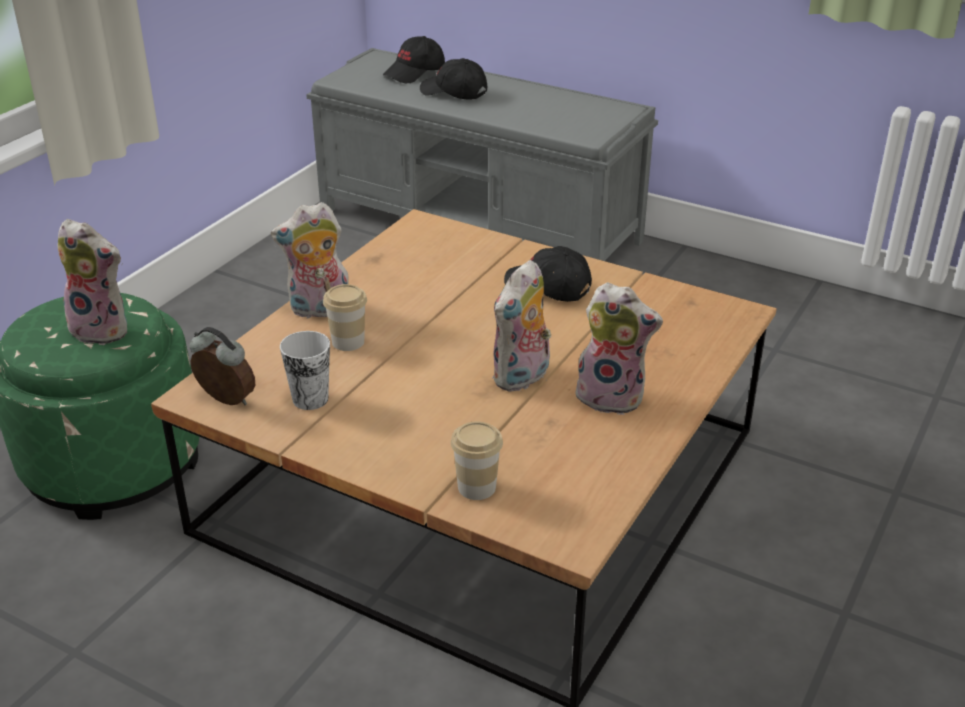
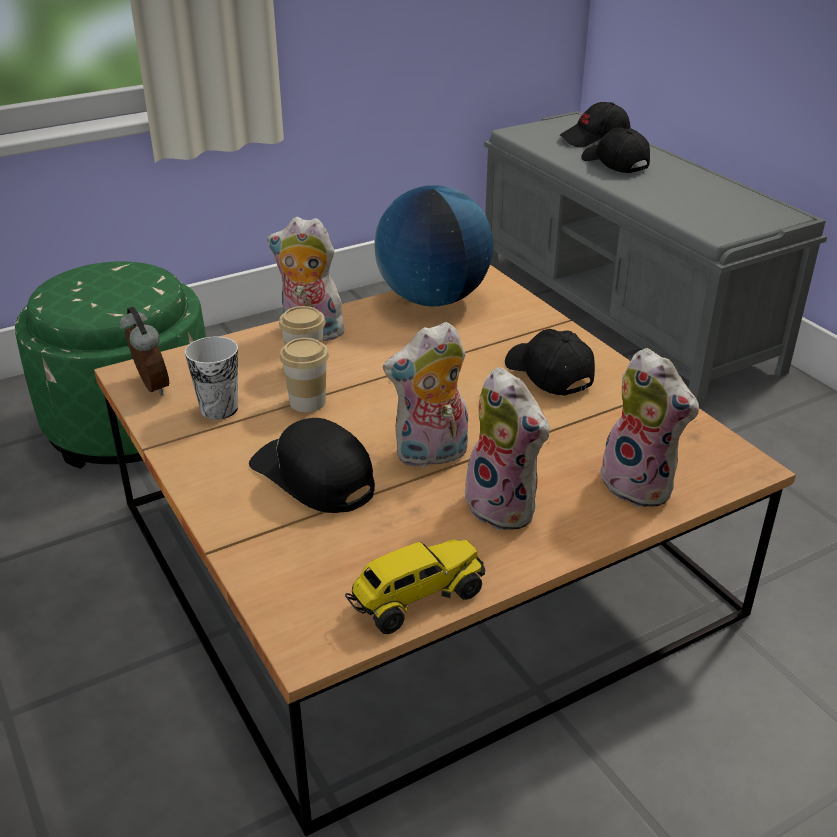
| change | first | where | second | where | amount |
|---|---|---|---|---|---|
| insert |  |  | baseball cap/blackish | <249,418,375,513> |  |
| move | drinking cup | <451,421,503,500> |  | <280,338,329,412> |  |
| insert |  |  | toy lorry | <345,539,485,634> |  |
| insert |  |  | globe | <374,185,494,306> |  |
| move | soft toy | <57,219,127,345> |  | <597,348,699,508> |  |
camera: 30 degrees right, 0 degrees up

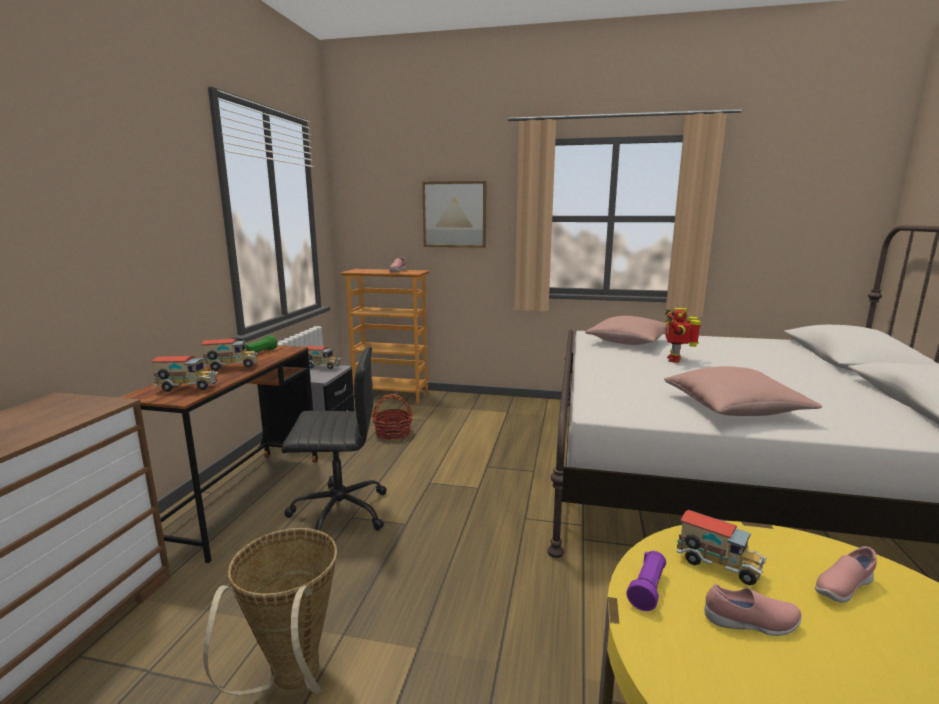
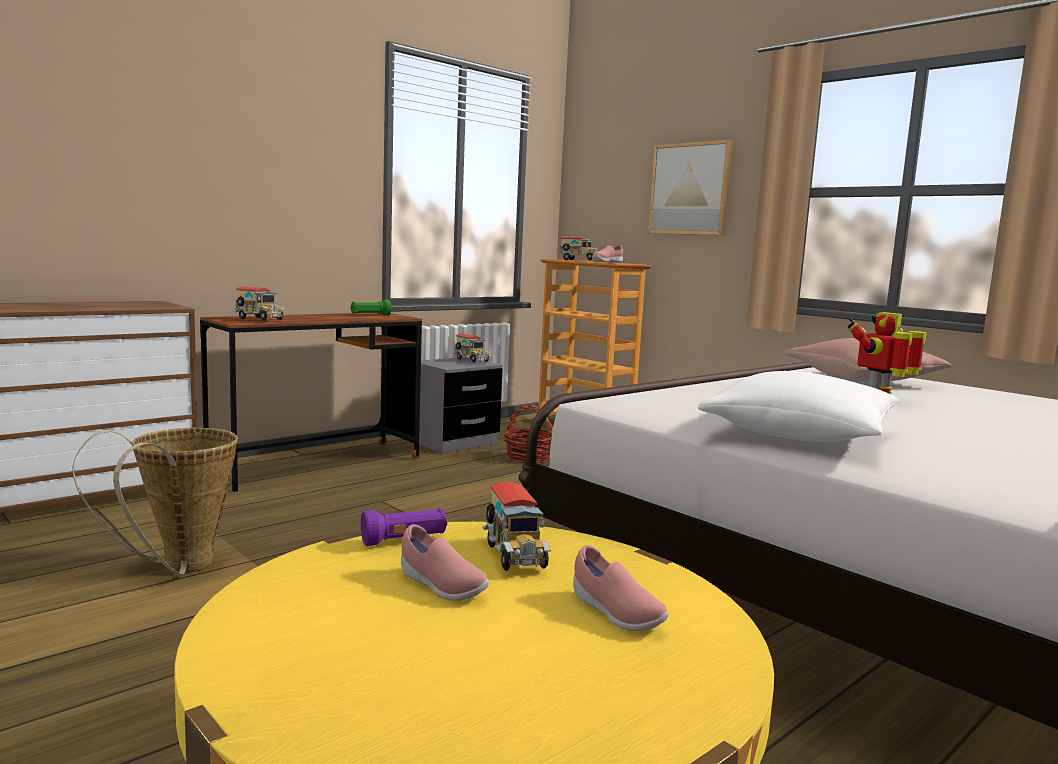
| change | first | where | second | where | amount |
|---|---|---|---|---|---|
| move | toy lorry | <201,339,258,371> |  | <559,236,598,260> |  |
| rotate | shoe/pink-coloured | <815,546,876,603> |  | <573,545,668,631> | 135 degrees counterclockwise |
| recolor | cushion/pink-coloured | <664,366,822,416> | cushion/white | <698,371,900,442> |  |
| delete | desk chair/blackish | <282,347,386,531> |  |  |  |
camera: 35 degrees right, 5 degrees down

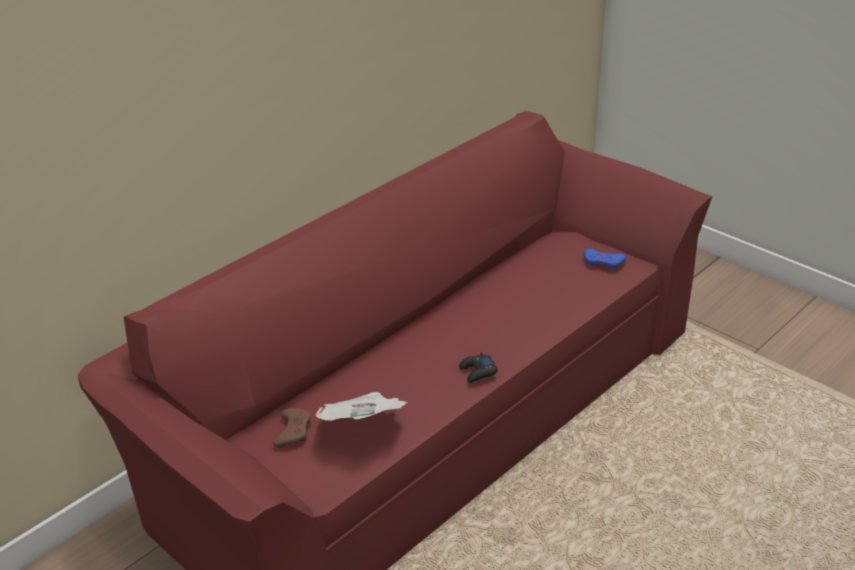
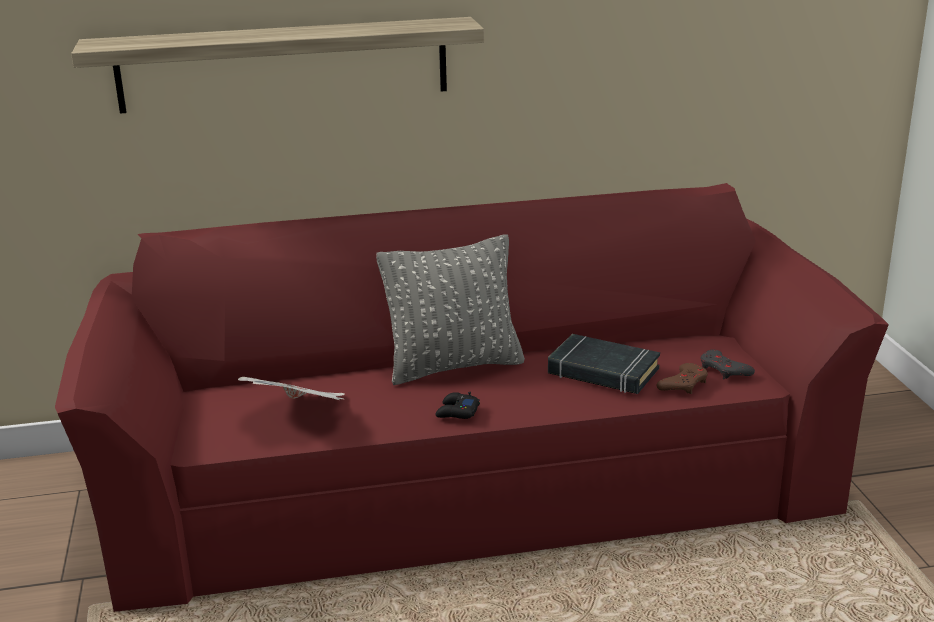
| change | first | where | second | where | amount |
|---|---|---|---|---|---|
| insert |  |  | wall shelf | <71,17,484,113> |  |
| insert |  |  | cushion/grey | <376,234,525,385> |  |
| insert |  |  | book/blackish | <548,334,660,394> |  |
| move | joypad/brown | <273,408,311,448> |  | <656,363,708,394> |  |
| recolor | joypad/bluish | <584,248,626,271> | joypad/grey | <701,349,755,379> |  |
camera: 35 degrees right, 10 degrees down

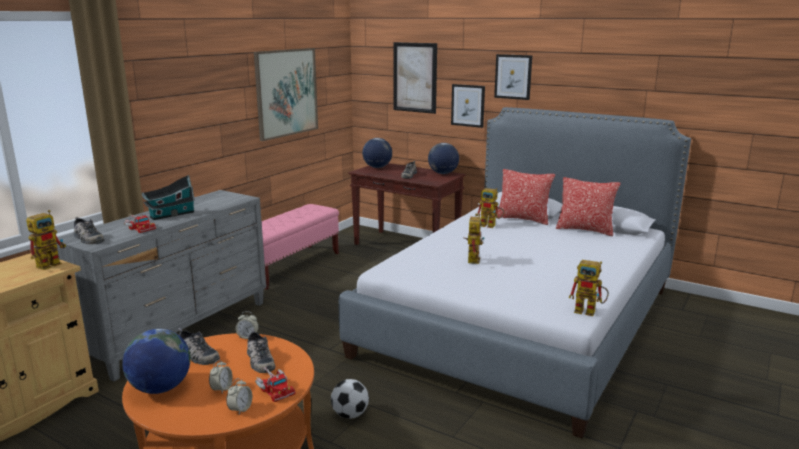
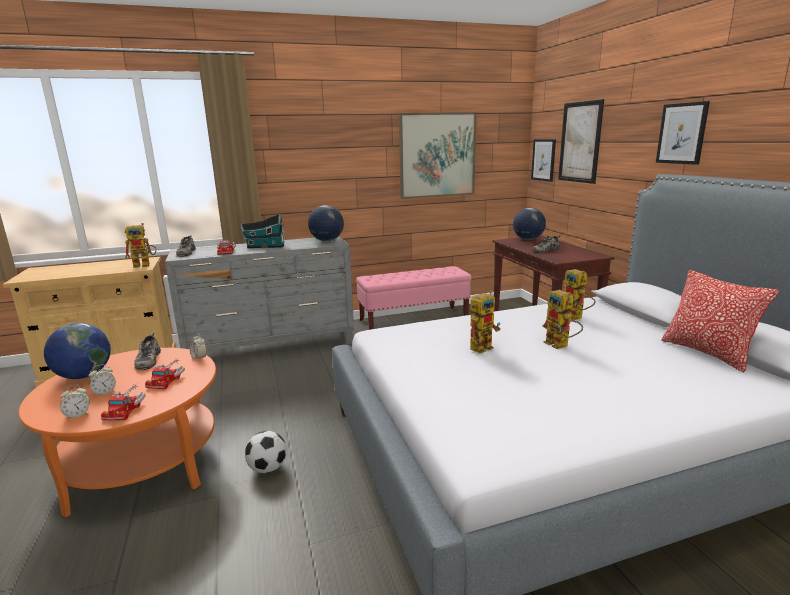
| change | first | where | second | where | amount |
|---|---|---|---|---|---|
| replace | shoe | <247,329,275,373> | toy lorry | <145,358,185,389> |  |
| move | globe | <428,143,459,174> |  | <308,205,344,241> |  |
| move | picture | <451,84,485,128> |  | <531,139,556,182> |  |
| move | toy robot | <569,260,609,316> |  | <542,290,583,349> |  |
| delete | cushion | <497,169,555,225> |  |  |  |
camera: 40 degrees right, 0 degrees up

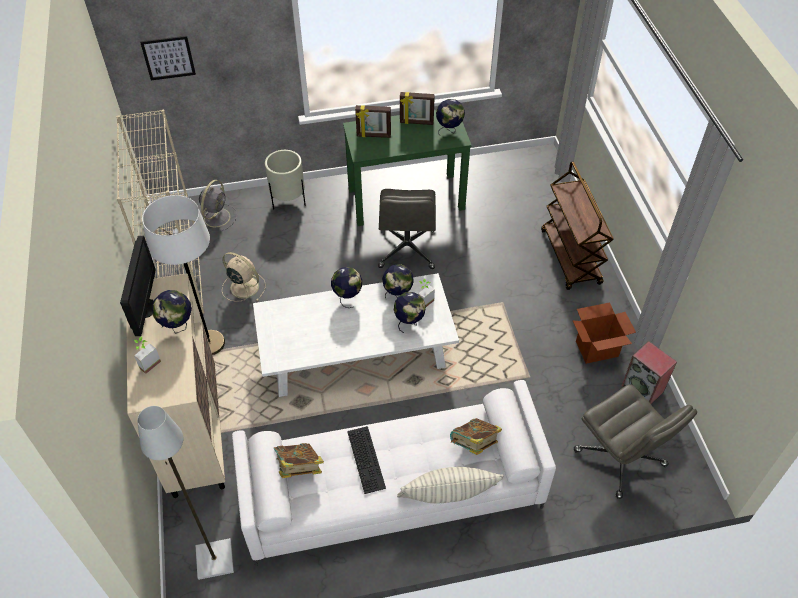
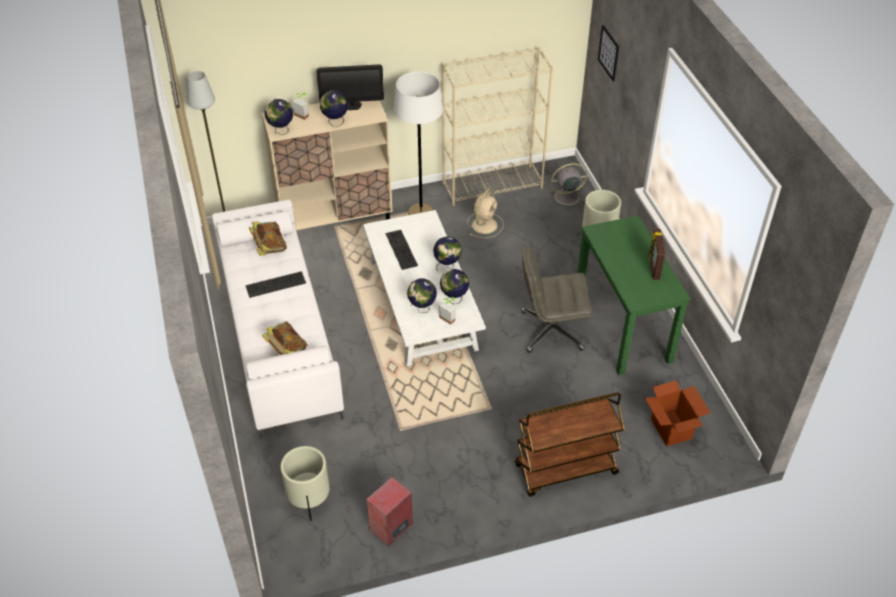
| change | first | where | second | where | amount |
|---|---|---|---|---|---|
| move | globe | <436,99,465,135> |  | <264,99,293,135> |  |
| replace | desk chair/grey | <574,384,697,499> | plant pot/sand-coloured | <281,446,330,521> |  |
| insert |  |  | computer keyboard | <385,230,418,270> |  |
| rotate | electric fan/grey | <199,180,237,232> |  | <548,163,587,210> | 150 degrees clockwise |
| move | carton | <573,302,636,364> |  | <645,380,711,446> |  |
| delete | standing frame | <355,105,391,138> |  |  |  |
| delete | cushion | <397,467,503,503> |  |  |  |
camera: 85 degrees right, 5 degrees down

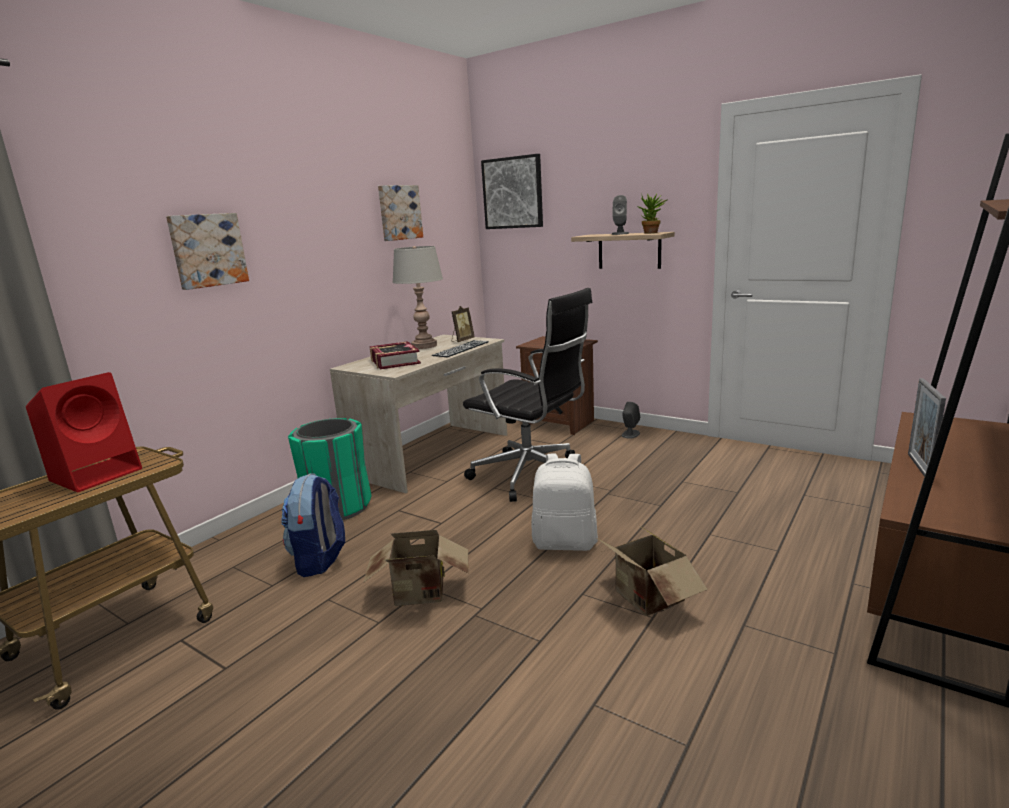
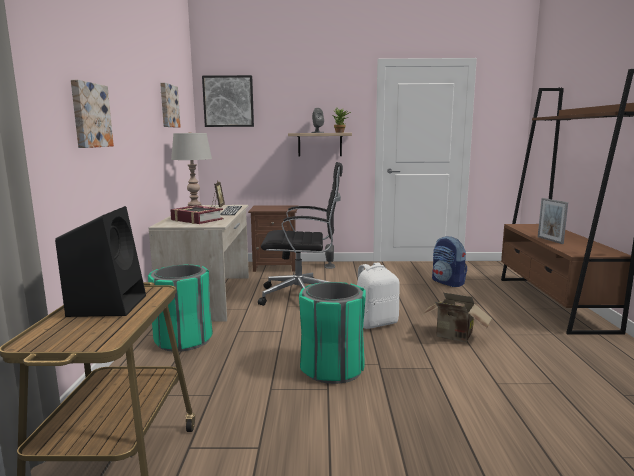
| change | first | where | second | where | amount |
|---|---|---|---|---|---|
| recolor | loudspeaker/red | <26,372,142,492> | loudspeaker/blackish | <55,206,146,317> |  |
| replace | carton | <363,530,468,606> | trash can/greenish | <299,282,366,384> |  |
| move | knapsack | <282,473,345,577> |  | <432,236,467,287> |  |
camera: 35 degrees left, 5 degrees down

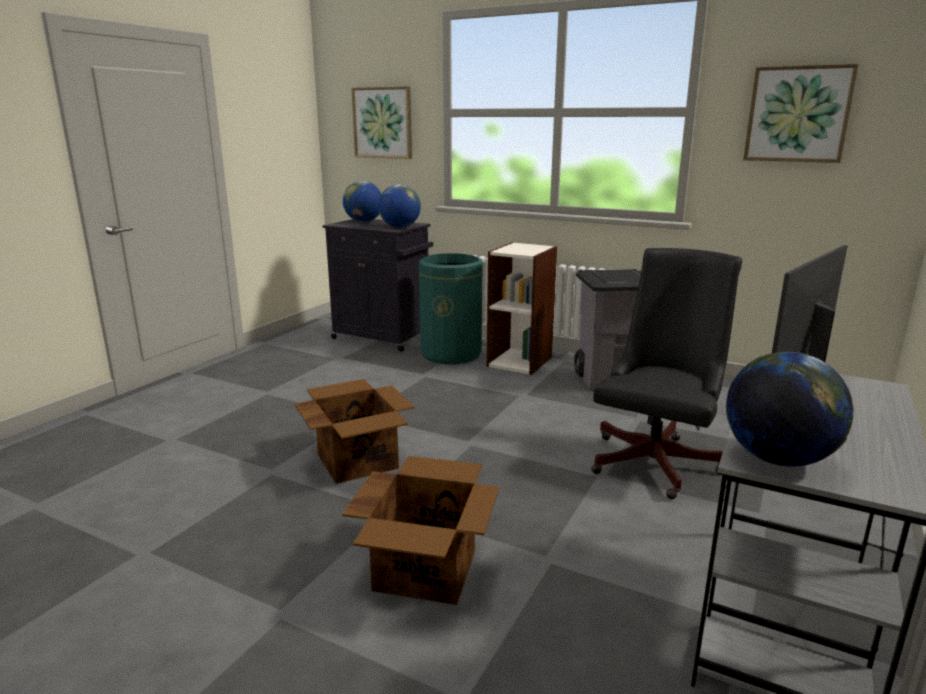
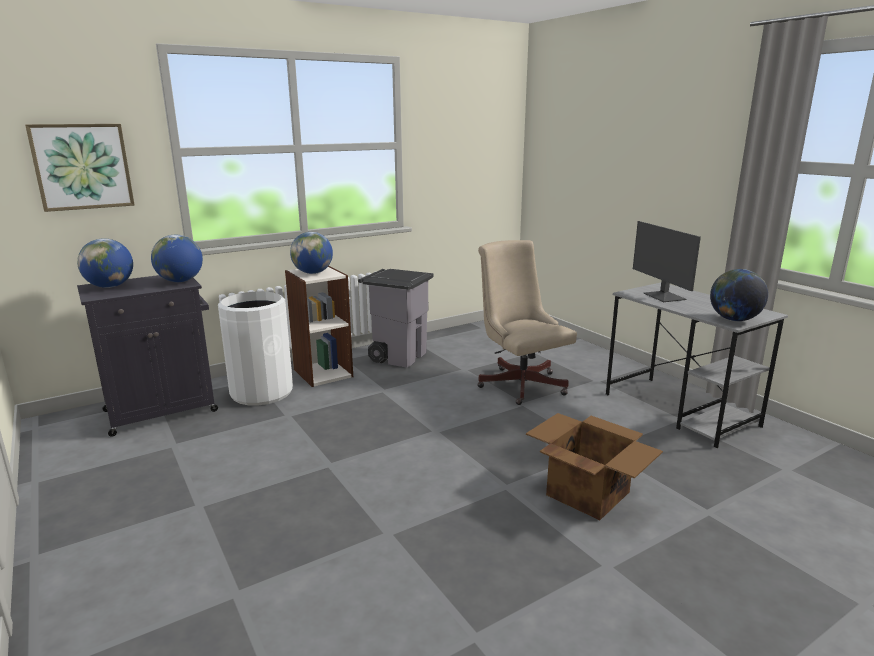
| change | first | where | second | where | amount |
|---|---|---|---|---|---|
| recolor | trash can/greenish | <419,253,483,364> | trash can/white | <218,292,293,405> |  |
| insert |  |  | globe | <290,232,333,274> |  |
| recolor | desk chair/blackish | <591,248,742,499> | desk chair/sand-coloured | <477,240,577,405> |  |
| delete | carton | <294,379,415,484> |  |  |  |
| delete | picture | <743,64,859,163> |  |  |  |
camera: 60 degrees left, 0 degrees up

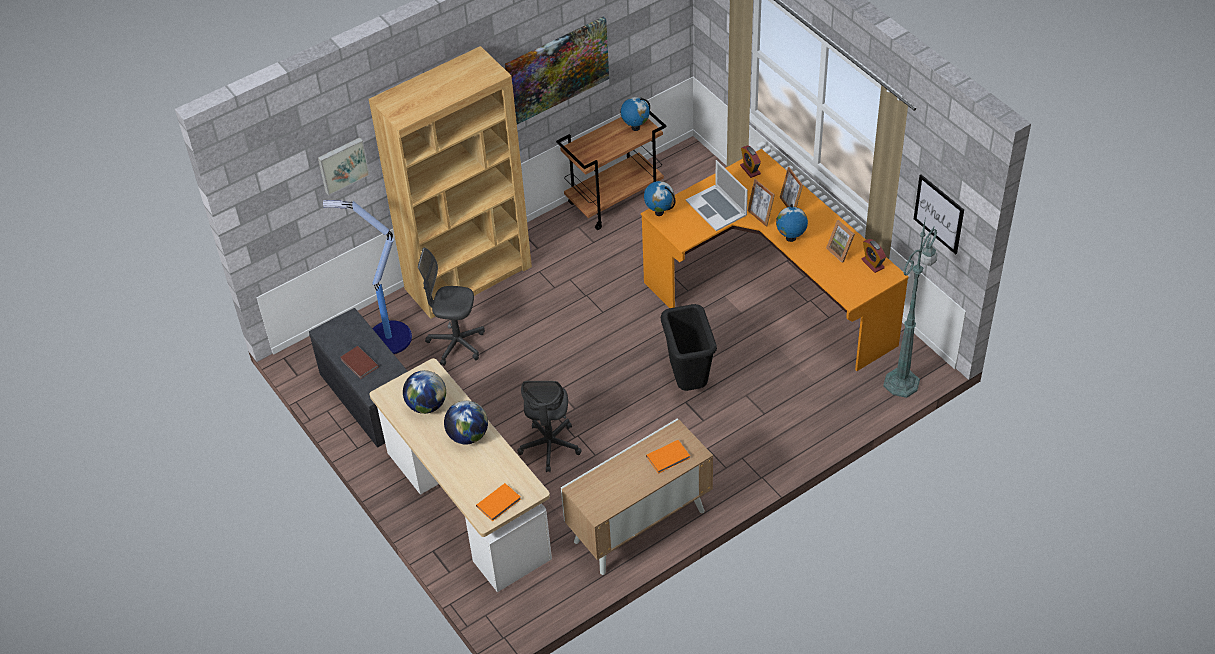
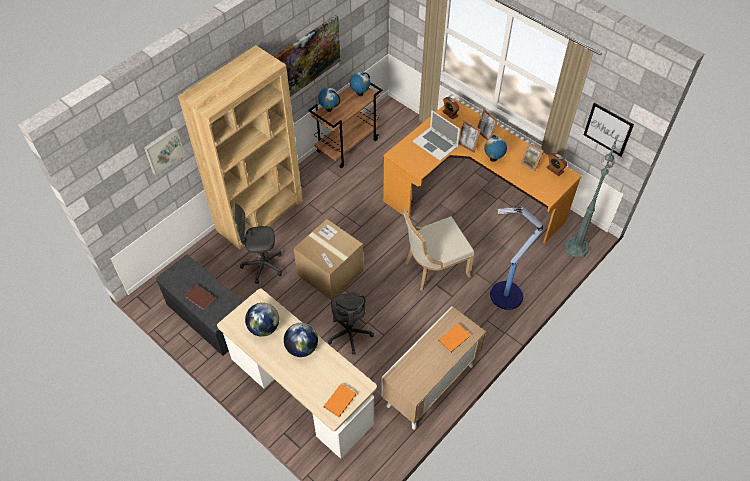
| change | first | where | second | where | amount |
|---|---|---|---|---|---|
| insert |  |  | carton | <294,219,363,301> |  |
| move | globe | <644,181,676,216> |  | <318,88,340,112> |  |
| replace | trash can/blackish | <661,304,717,391> | chair/sand-coloured | <403,207,474,291> |  |
| move | standing lamp | <323,200,412,354> |  | <490,206,543,310> |  |
camera: 15 degrees left, 5 degrees up

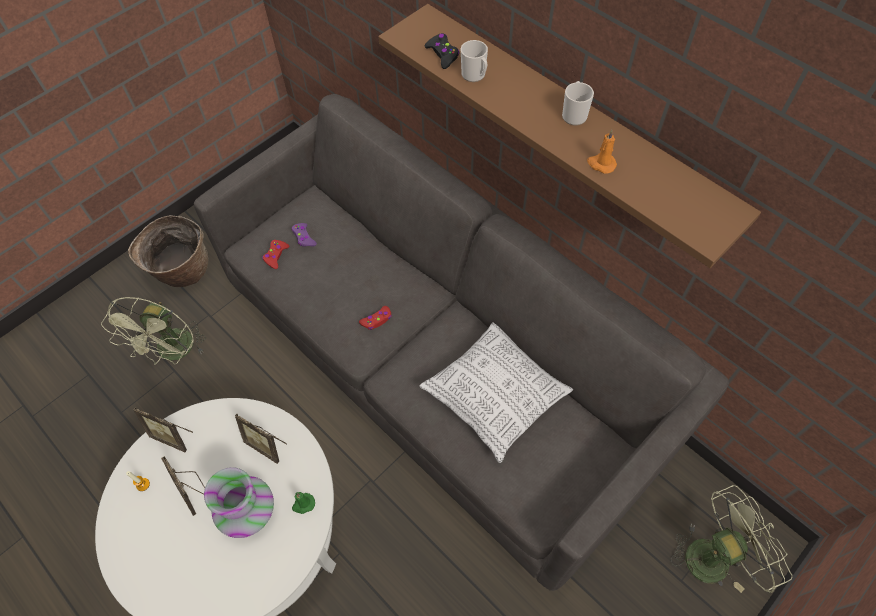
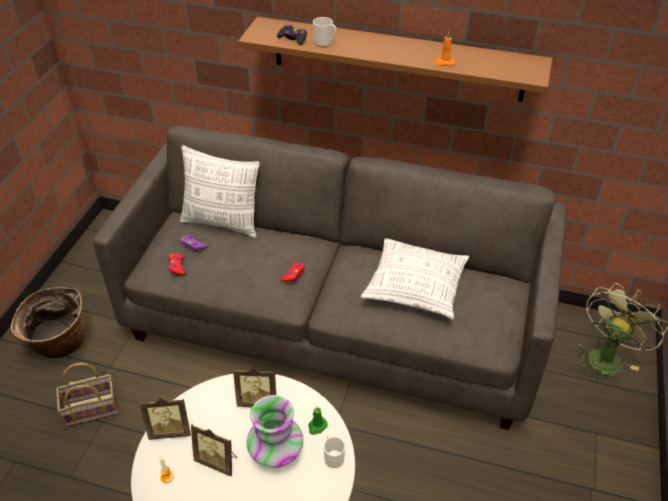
| change | first | where | second | where | amount |
|---|---|---|---|---|---|
| replace | electric fan/greenish | <101,297,206,365> | household basket | <56,363,118,427> |  |
| insert |  |  | cushion | <180,145,260,238> |  |
| move | tea mug | <562,81,594,126> |  | <323,435,345,468> |  |
camera: 30 degrees left, 15 degrees down

